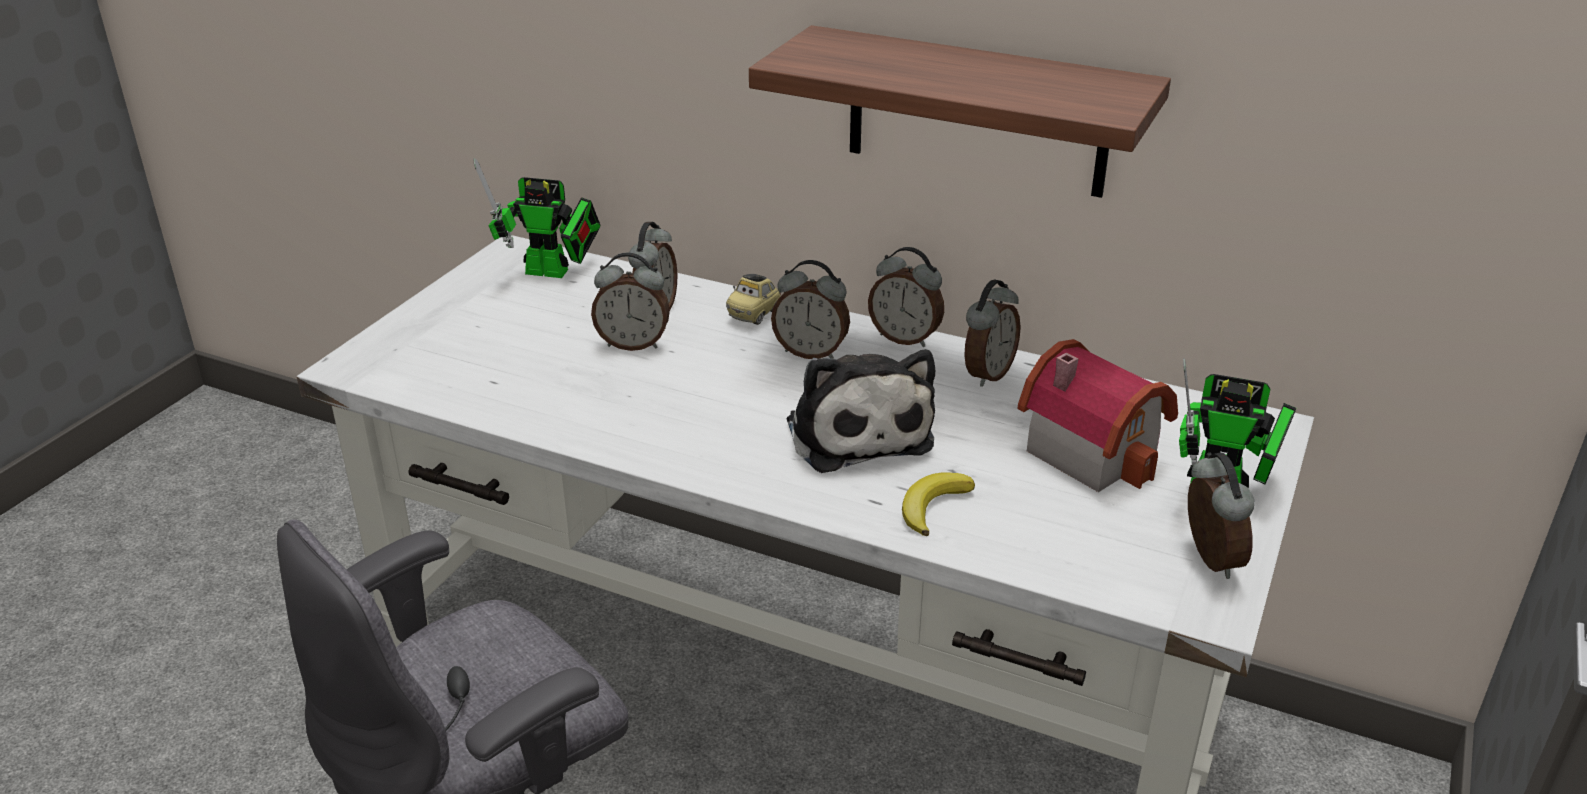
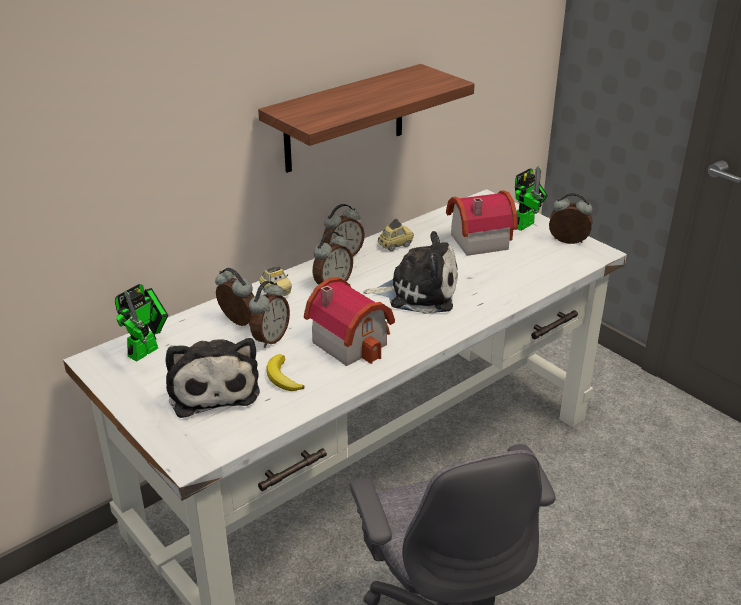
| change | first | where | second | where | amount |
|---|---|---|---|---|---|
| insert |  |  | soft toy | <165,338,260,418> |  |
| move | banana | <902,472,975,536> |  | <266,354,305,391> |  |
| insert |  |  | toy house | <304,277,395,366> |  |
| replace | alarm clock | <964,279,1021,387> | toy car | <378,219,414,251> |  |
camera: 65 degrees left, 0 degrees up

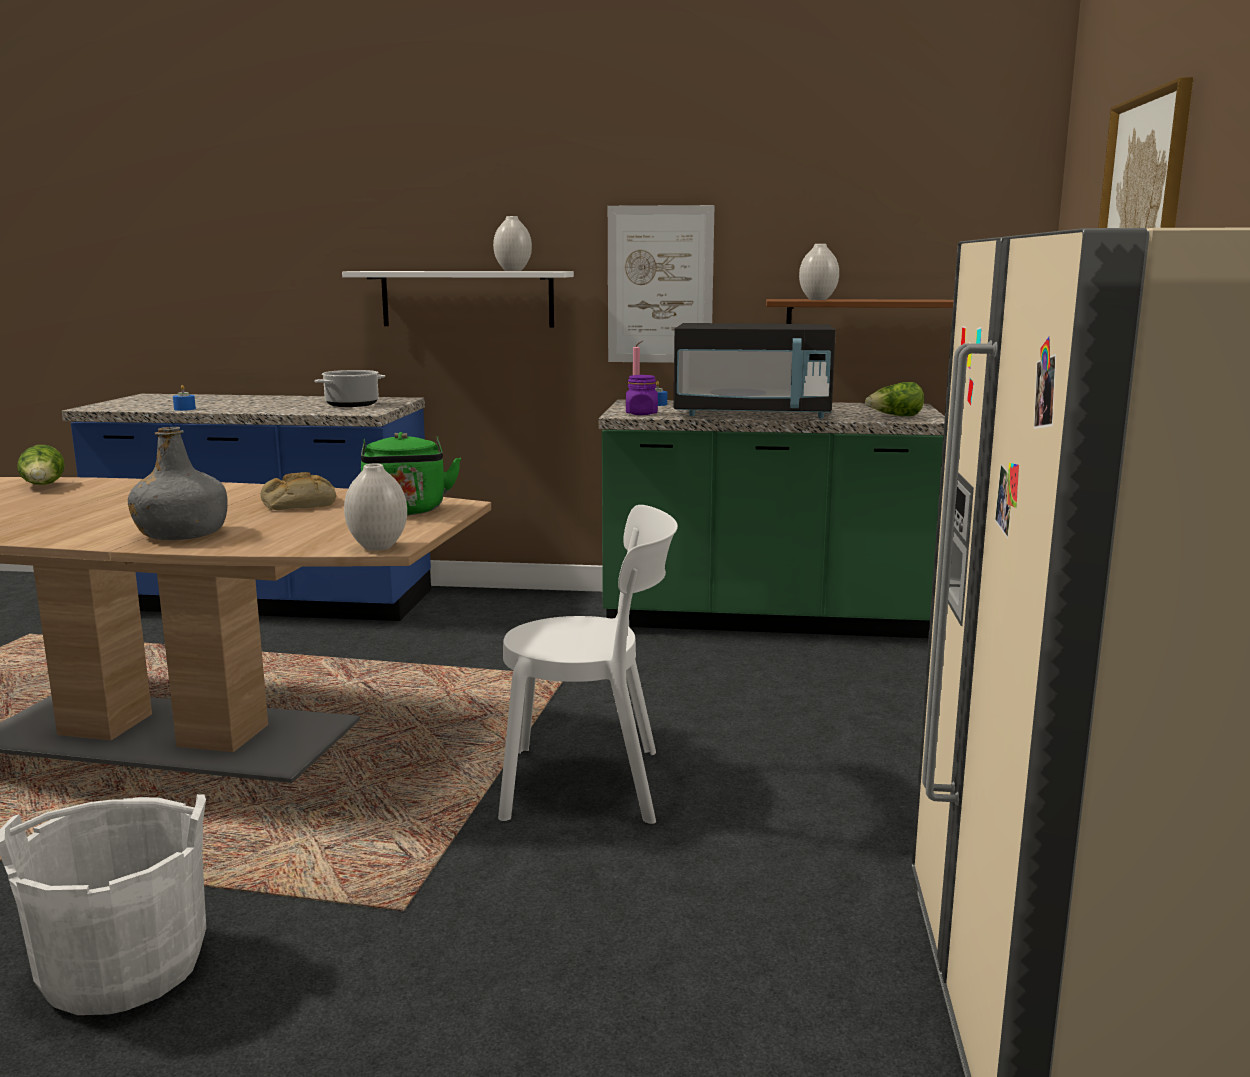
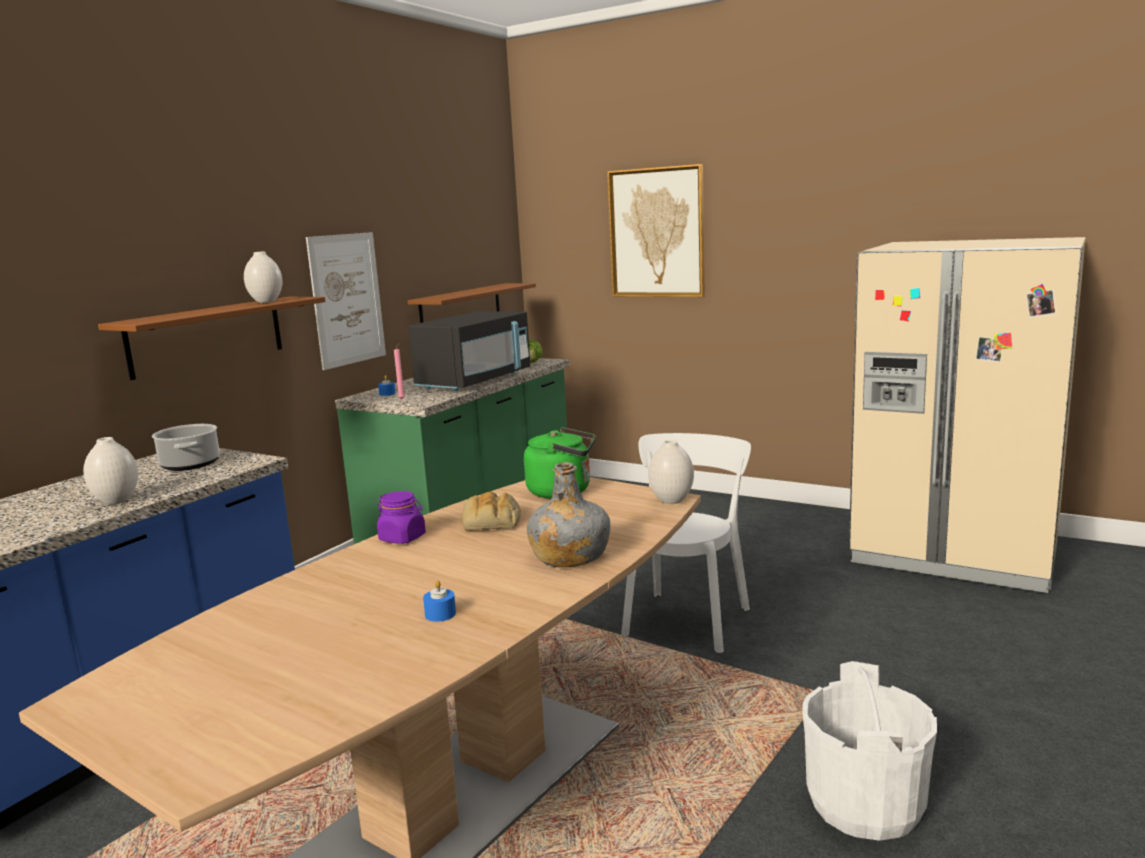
| change | first | where | second | where | amount |
|---|---|---|---|---|---|
| move | flower vase/white | <799,244,839,300> |  | <83,437,138,505> |  |
| recolor | wall shelf/white | <342,271,574,327> | wall shelf/brown | <98,297,325,380> |  |
| move | preserve jar/purple-coloured | <626,375,658,415> |  | <377,491,426,544> |  |
| move | wax candle/bluish | <173,385,196,411> |  | <423,580,456,622> |  |
| delete | lettuce | <18,445,65,485> |  |  |  |
camera: 65 degrees left, 0 degrees up

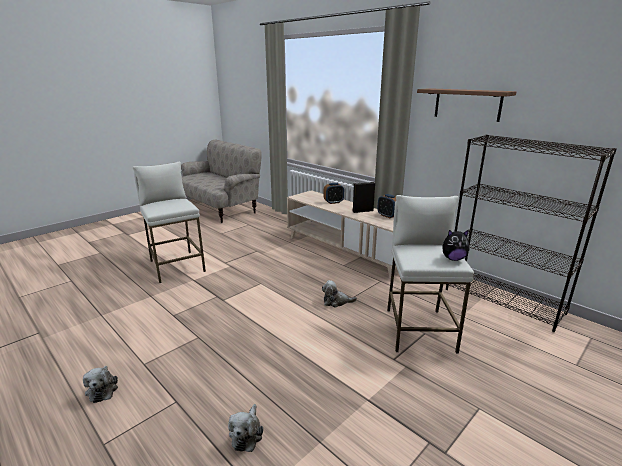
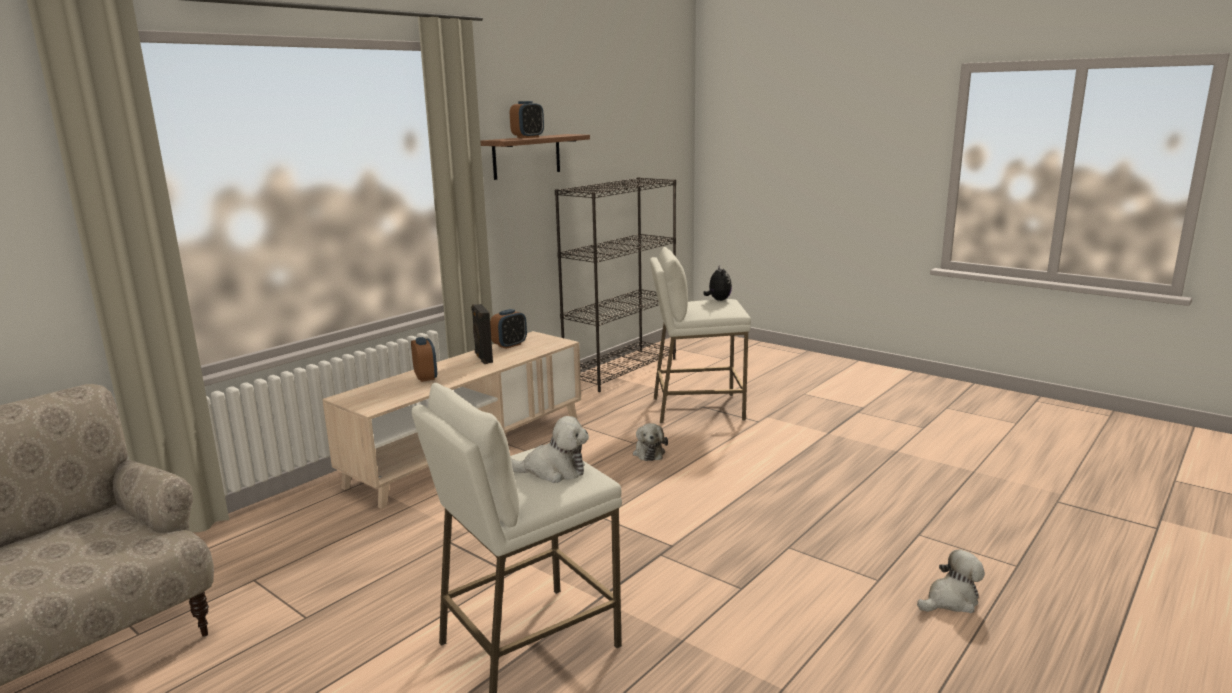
| change | first | where | second | where | amount |
|---|---|---|---|---|---|
| insert |  |  | alarm clock | <510,101,544,138> |  |
| move | soft toy | <228,404,263,452> |  | <511,416,589,483> |  |
camera: 95 degrees left, 5 degrees down

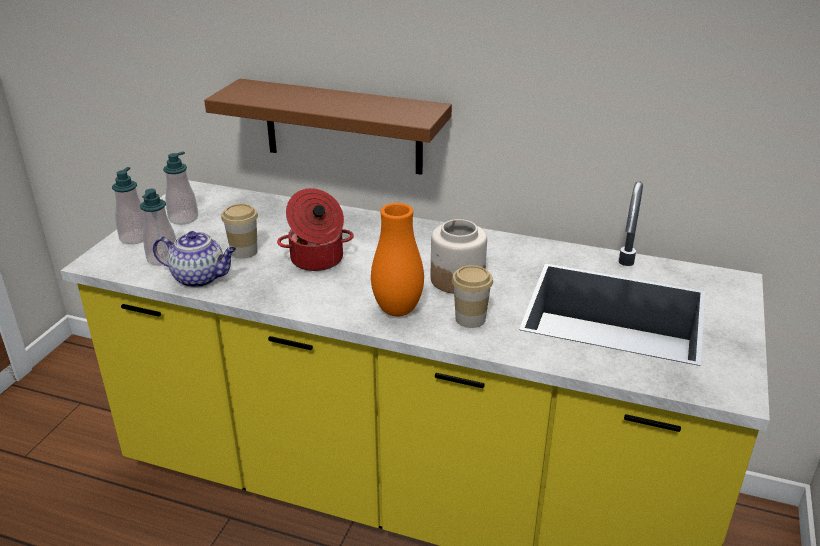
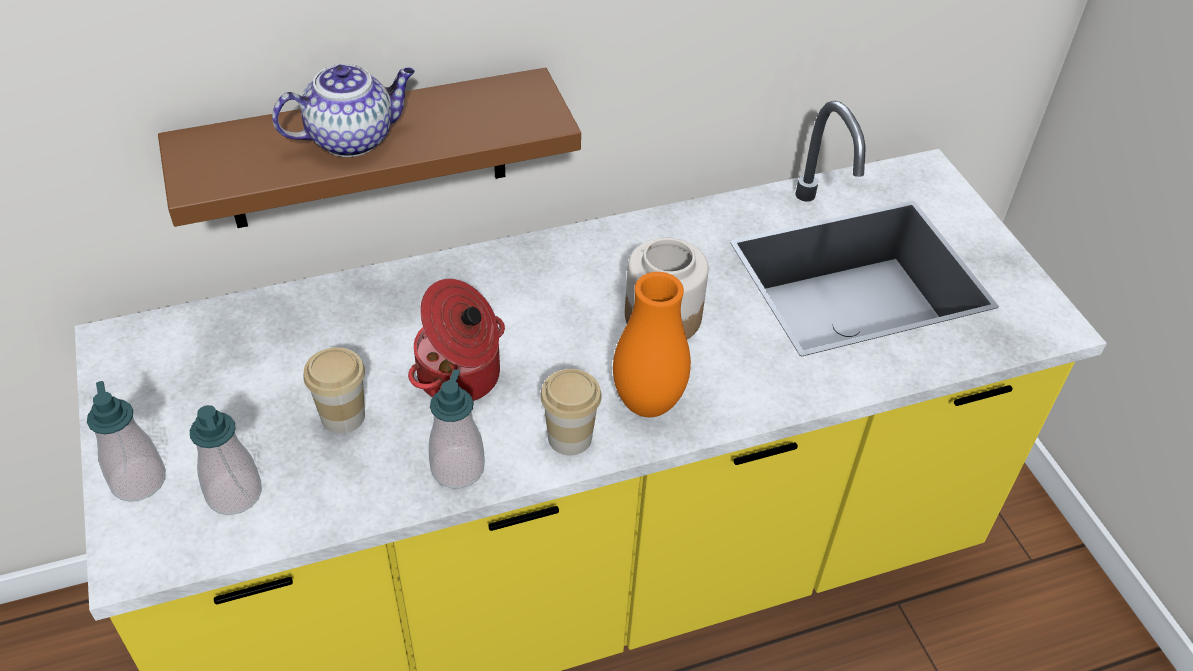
| change | first | where | second | where | amount |
|---|---|---|---|---|---|
| move | teapot | <153,231,237,288> |  | <272,64,415,157> |  |
| move | soap dispenser | <163,151,198,225> |  | <429,369,485,488> |  |
| move | drinking cup | <452,265,493,328> |  | <540,369,602,455> |  |
camera: 40 degrees left, 15 degrees up

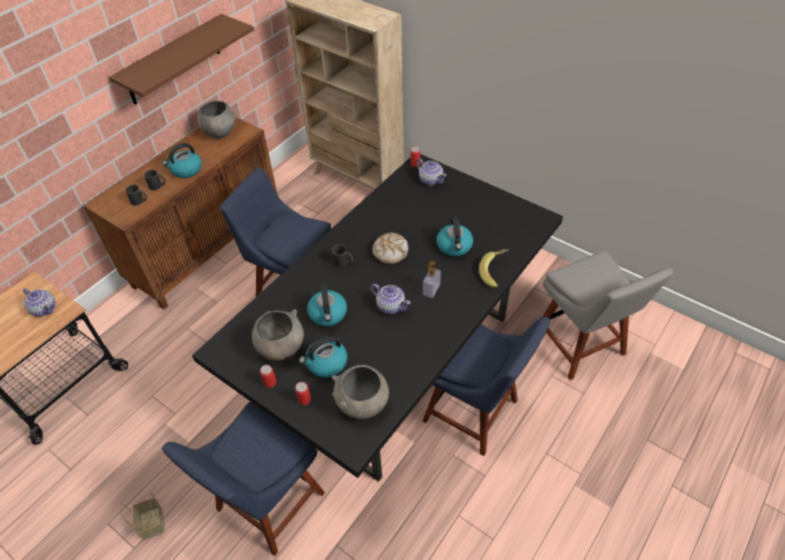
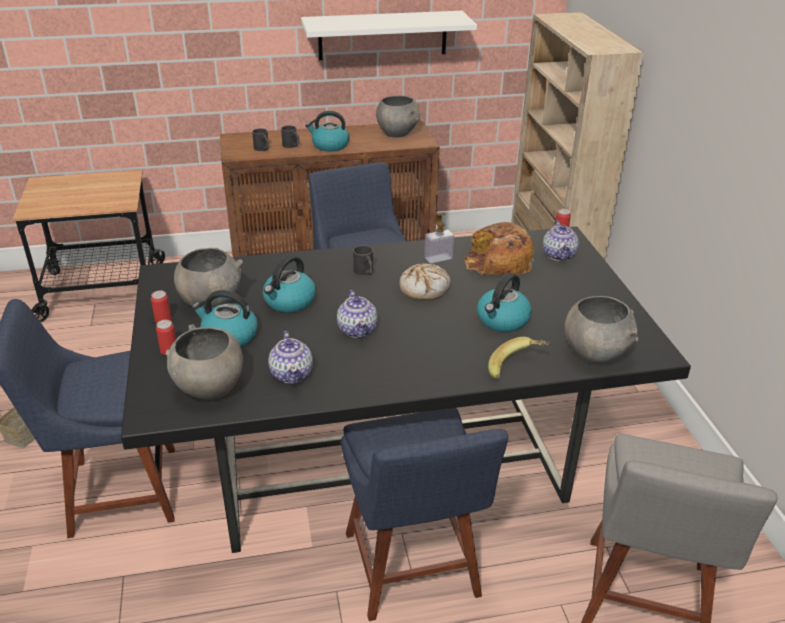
| change | first | where | second | where | amount |
|---|---|---|---|---|---|
| move | teapot | <23,288,56,317> |  | <268,331,313,384> |  |
| recolor | wall shelf/brown | <109,14,254,105> | wall shelf/white | <301,11,477,60> |  |
| move | soap dispenser | <423,261,441,299> |  | <424,213,454,263> |  |
| insert |  |  | bread | <464,222,534,276> |  |
| insert |  |  | bowl/grey | <564,296,638,365> |  |
camera: 40 degrees right, 15 degrees down

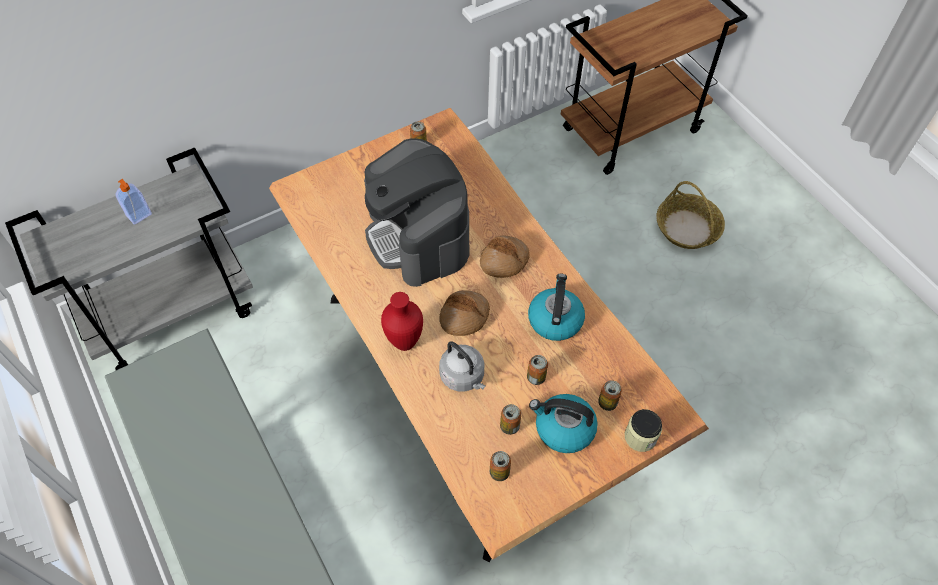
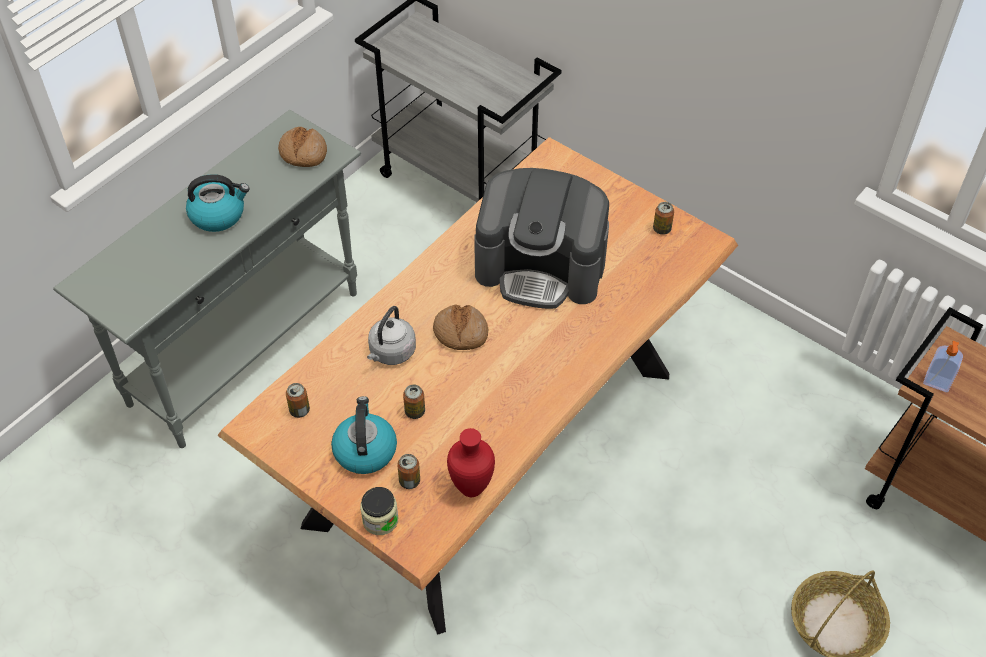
| change | first | where | second | where | amount |
|---|---|---|---|---|---|
| move | kettle | <528,274,585,341> |  | <186,174,250,232> |  |
| move | bread | <480,235,530,278> |  | <278,127,327,167> |  |
| move | flower vase/red | <381,292,423,351> |  | <447,428,495,497> |  |
| rotate | coffee machine | <364,138,469,287> |  | <474,168,609,309> | 120 degrees counterclockwise |
| move | soap dispenser | <115,179,152,225> |  | <923,341,963,392> |  |
| delete | sealed can | <500,404,521,435> |  |  |  |
camera: 70 degrees right, 5 degrees down

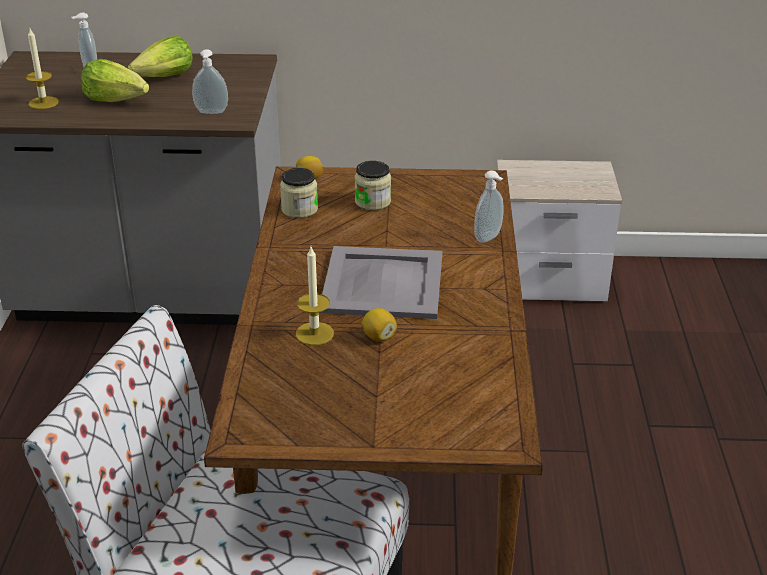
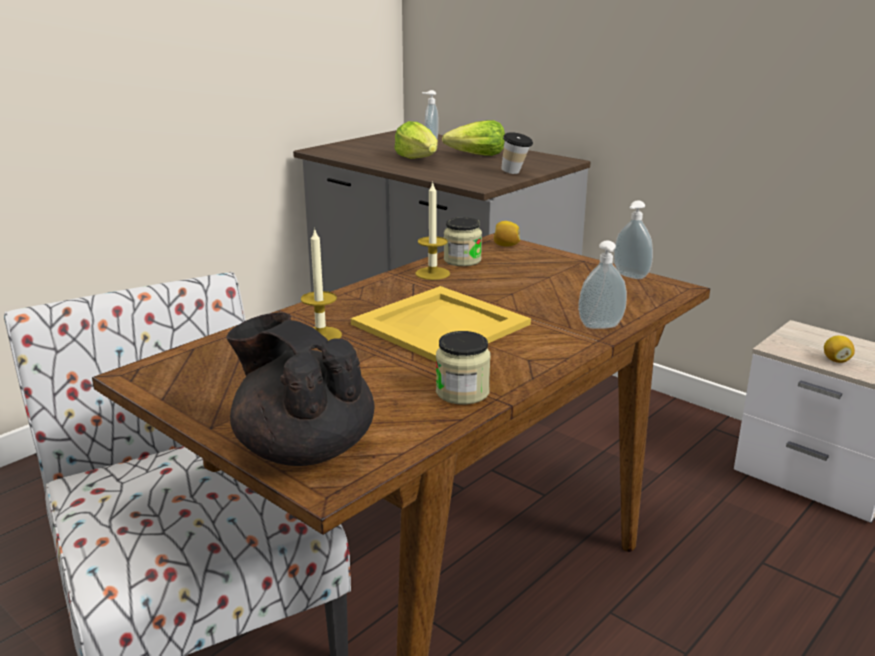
| change | first | where | second | where | amount |
|---|---|---|---|---|---|
| insert |  |  | teapot/blackish | <226,312,375,466> |  |
| recolor | tray/grey | <319,246,442,319> | tray/yellow-coloured | <351,286,531,362> |  |
| move | wax candle | <26,29,59,109> |  | <415,181,450,280> |  |
| move | preserve jar | <355,161,391,210> |  | <436,331,491,405> |  |
| insert |  |  | drinking cup | <501,132,533,174> |  |
| move | soap dispenser | <192,49,228,114> |  | <614,200,653,279> |  |
| move | whole lemon | <362,308,397,341> |  | <824,336,855,363> |  |
camera: 40 degrees right, 10 degrees down

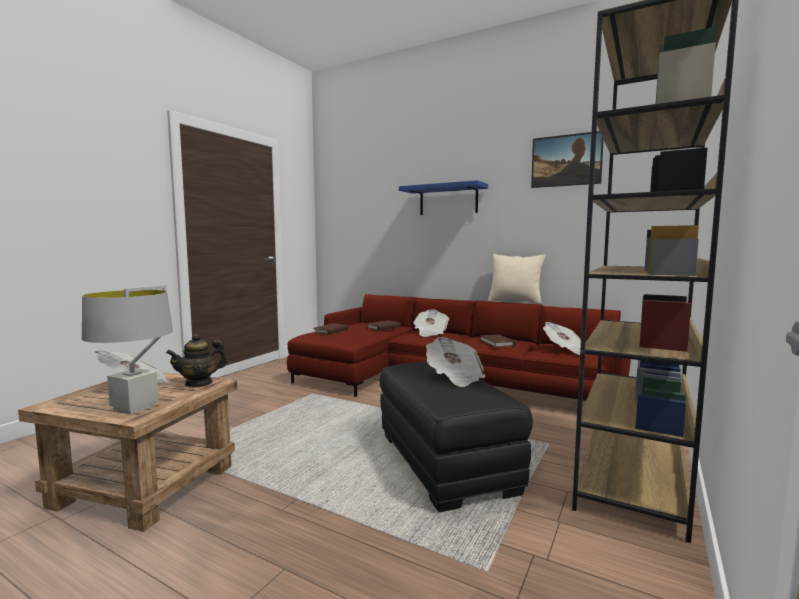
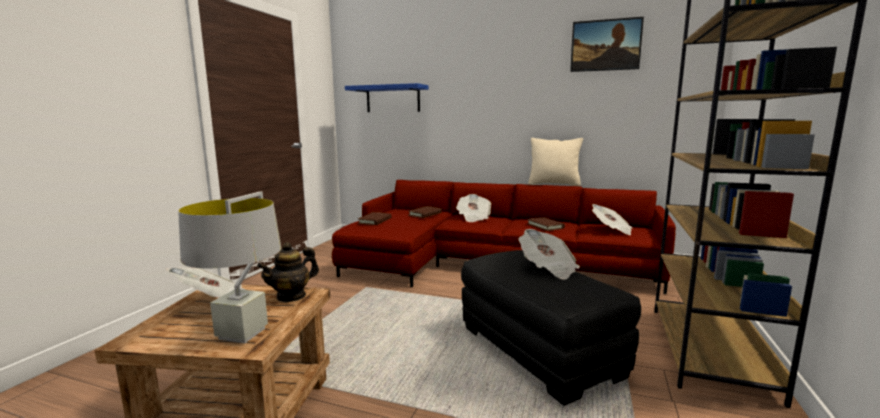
| change | first | where | second | where | amount |
|---|---|---|---|---|---|
| move | wall shelf/bluish | <399,180,488,215> |  | <345,83,429,112> |  |
camera: 10 degrees left, 5 degrees up

